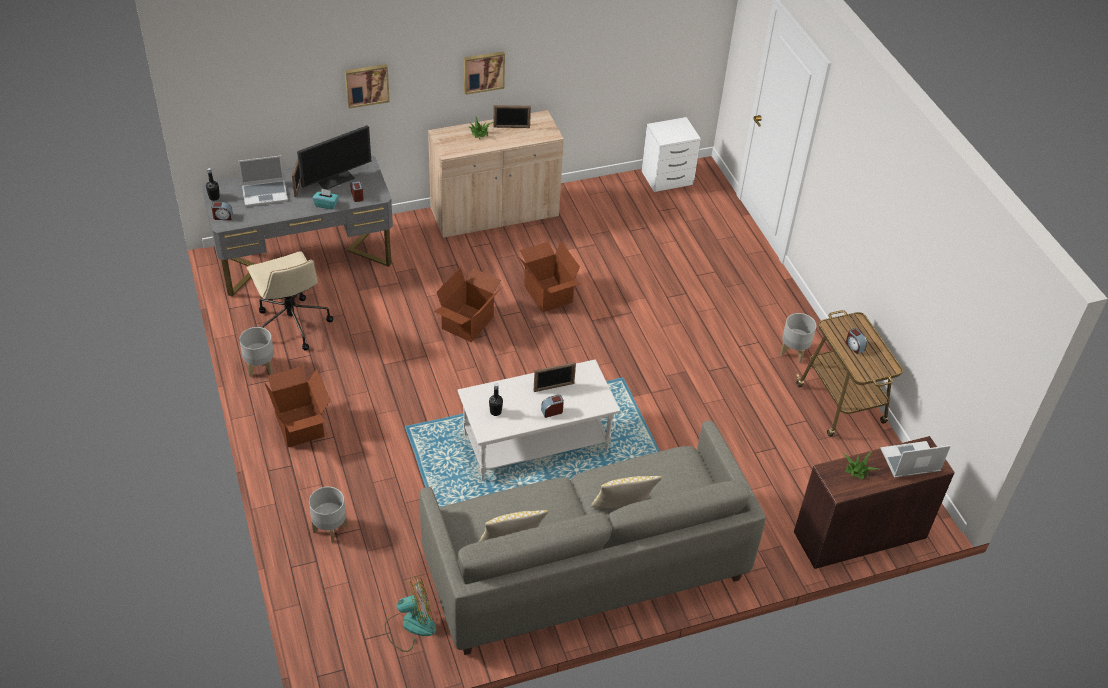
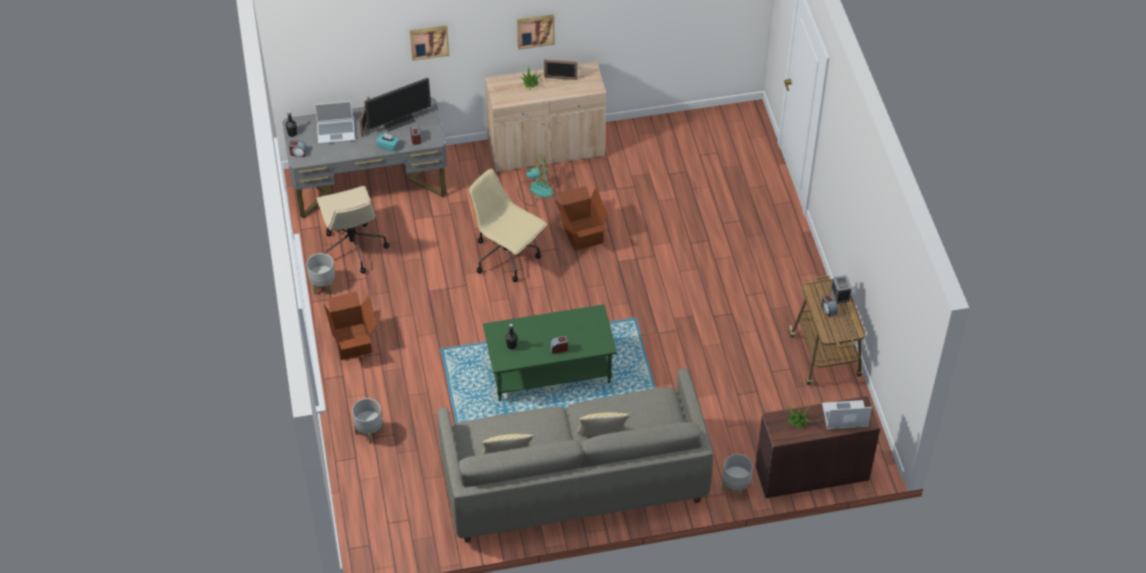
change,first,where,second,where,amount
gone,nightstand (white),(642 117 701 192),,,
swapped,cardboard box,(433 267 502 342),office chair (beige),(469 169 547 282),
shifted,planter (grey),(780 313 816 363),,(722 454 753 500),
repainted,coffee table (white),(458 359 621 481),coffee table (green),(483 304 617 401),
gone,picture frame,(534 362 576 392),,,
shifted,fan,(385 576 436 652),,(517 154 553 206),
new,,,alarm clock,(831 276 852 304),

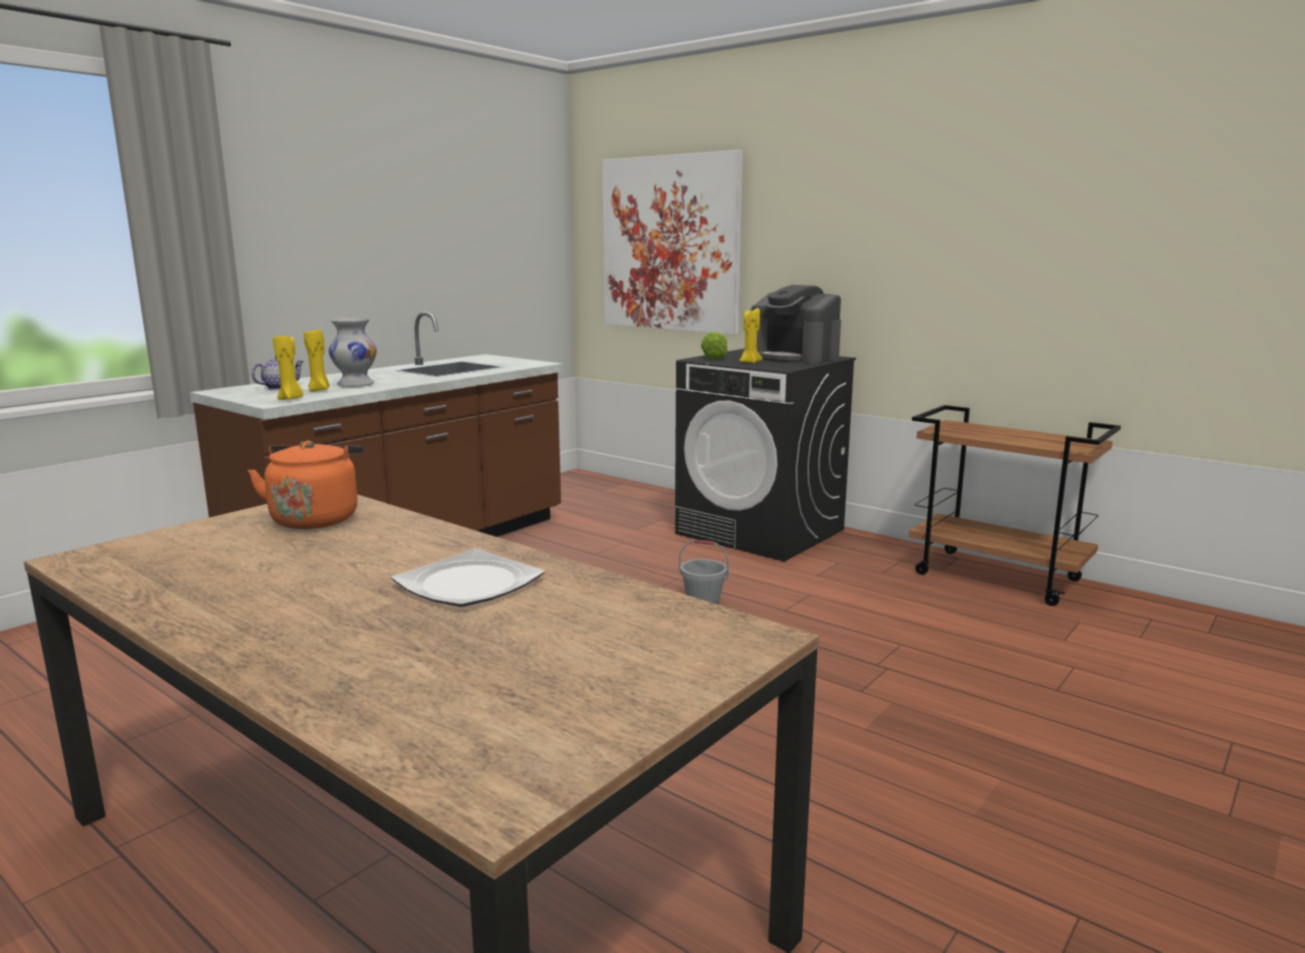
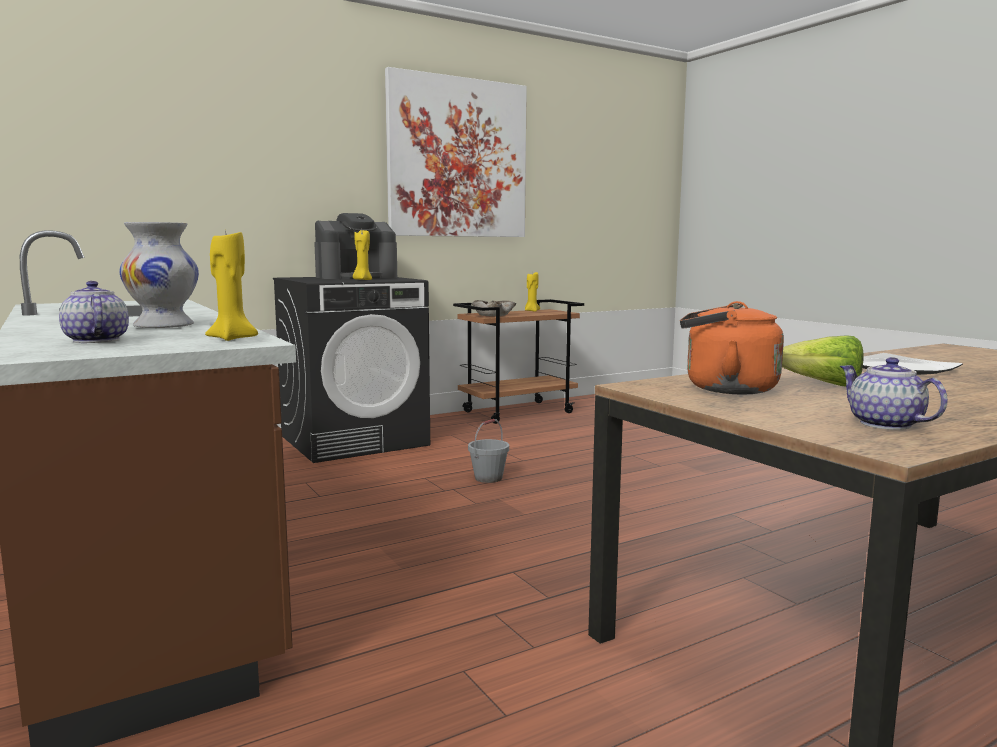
change,first,where,second,where,amount
shifted,picture,(602 150 743 335),,(385 67 527 237),
shifted,candle (yellow),(304 330 330 391),,(525 272 540 312),
shifted,lettuce,(701 331 728 360),,(782 335 864 387),
new,,,bowl (beige),(471 300 516 316),
new,,,teapot,(840 357 948 430),

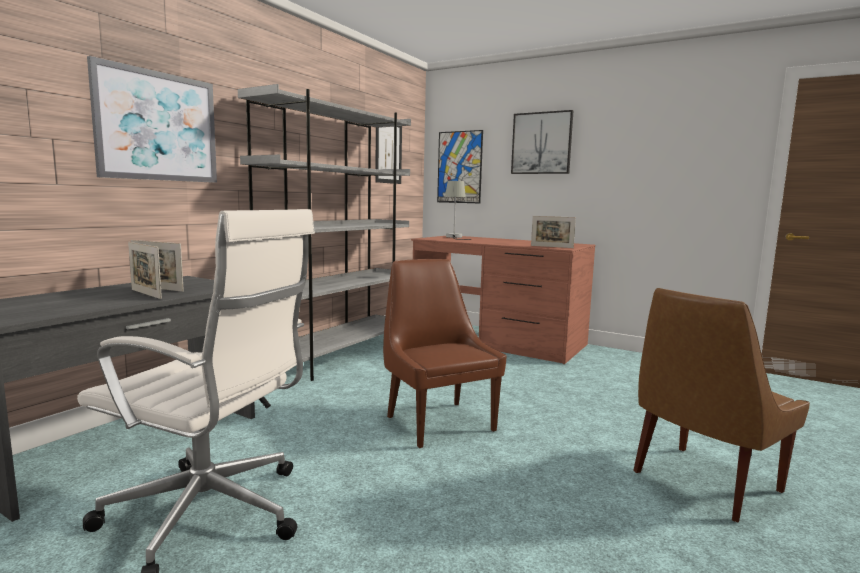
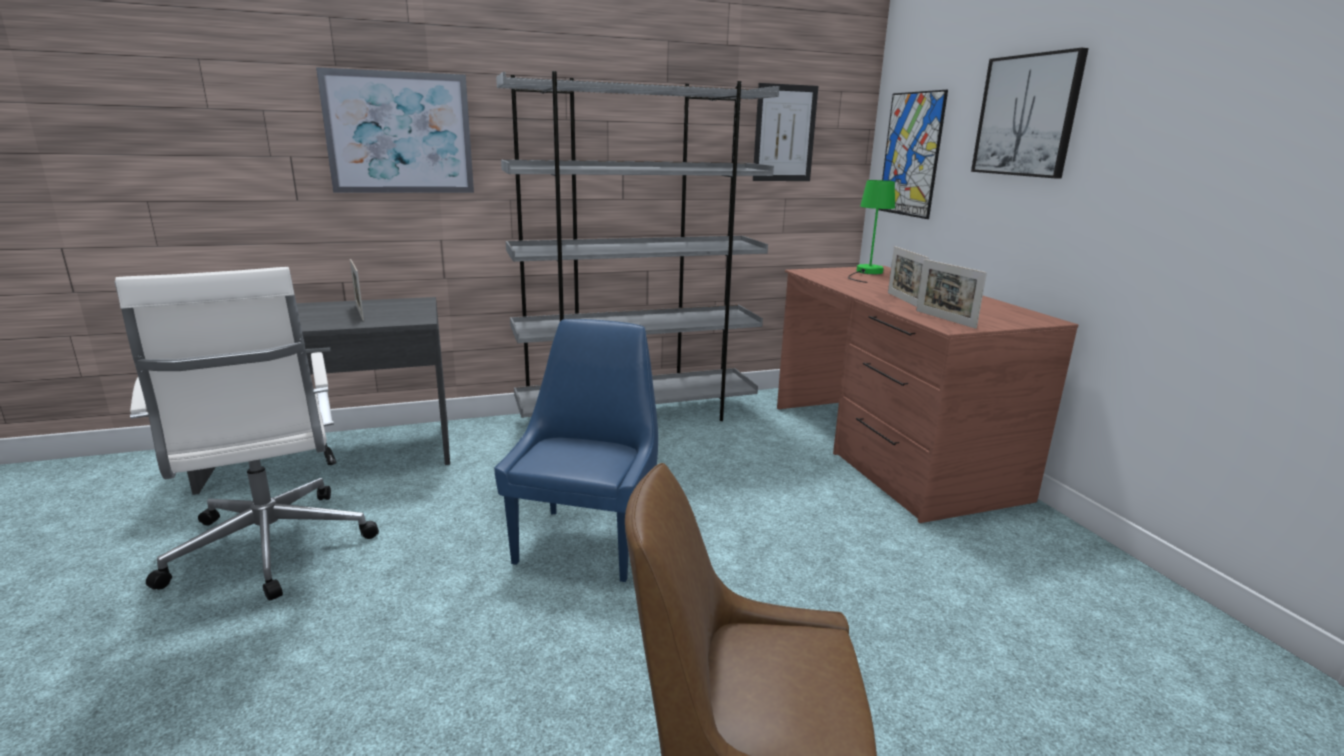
change,first,where,second,where,amount
repainted,table lamp (grey),(445 181 472 240),table lamp (green),(848 180 895 283),
shifted,picture frame,(128 242 162 299),,(888 246 929 307),
repainted,chair (brown),(383 259 507 448),chair (blue),(494 319 658 582),

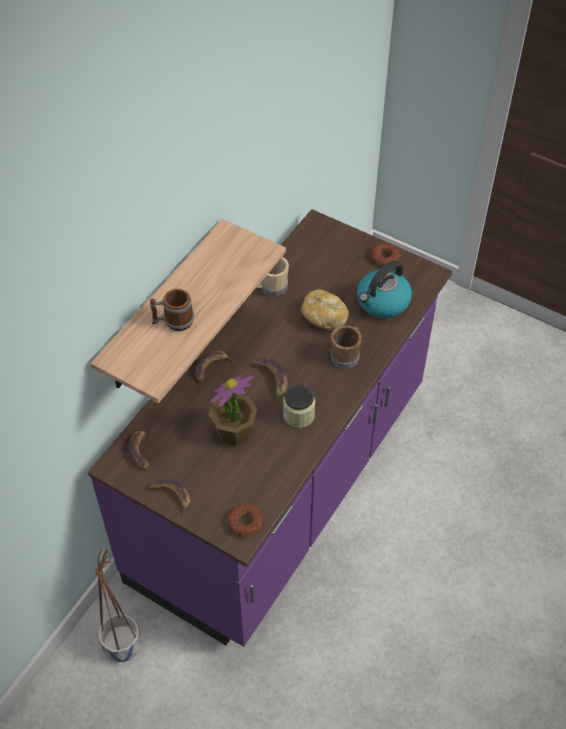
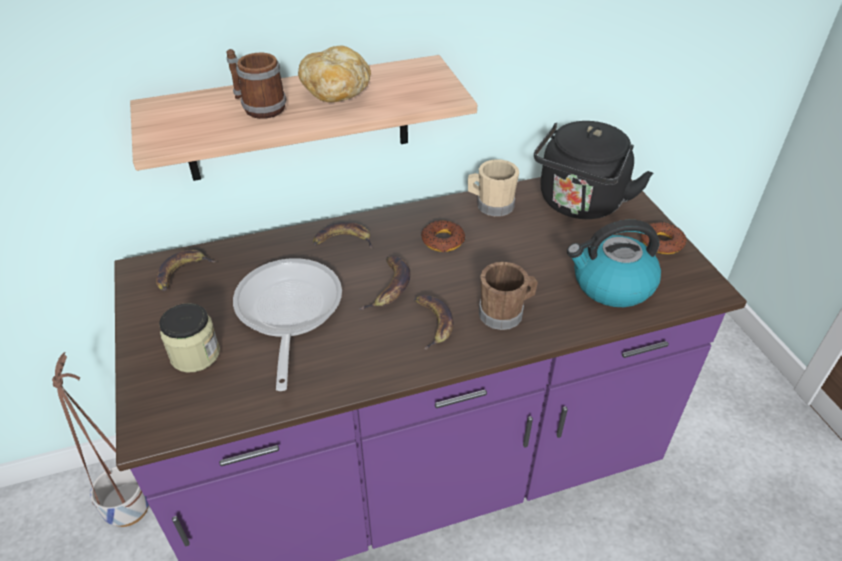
change,first,where,second,where,amount
shifted,bread,(301 289 349 330),,(298 46 371 102),
swapped,potted plant,(209 375 257 446),frying pan,(233 258 342 391),
shifted,jar,(283 385 315 428),,(159 303 220 373),
shifted,banana,(148 479 190 517),,(414 295 453 350),
shifted,donut,(228 504 264 536),,(421 220 466 252),
new,,,kettle (black),(534 121 653 219),

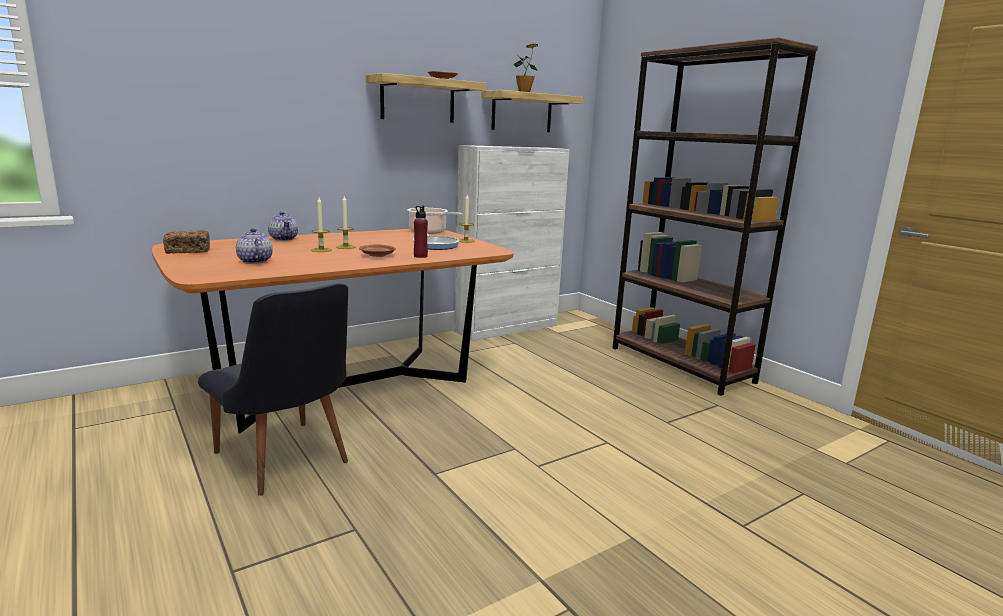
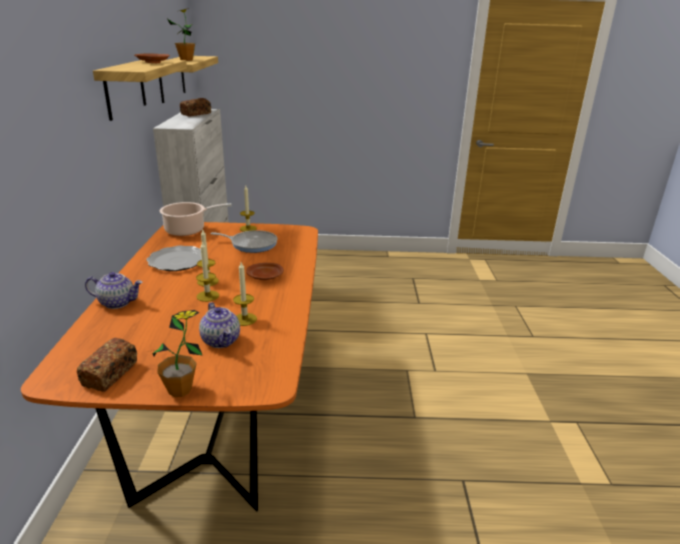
change,first,where,second,where,amount
gone,bookcase (brown),(612 37 818 396),,,
gone,bottle (red),(414 206 428 258),,,
rotated,teapot,(236 228 273 264),,(199 302 240 348),120 degrees counterclockwise
gone,chair (black),(198 283 348 496),,,
new,,,bread,(180 98 211 116),
new,,,plate,(146 245 202 271),
new,,,candle,(233 262 257 326),
new,,,potted plant,(148 310 203 397),

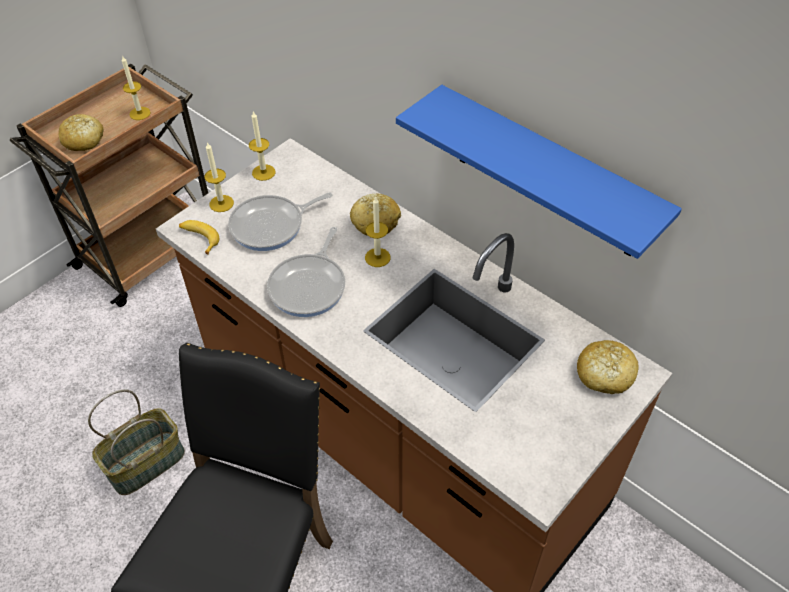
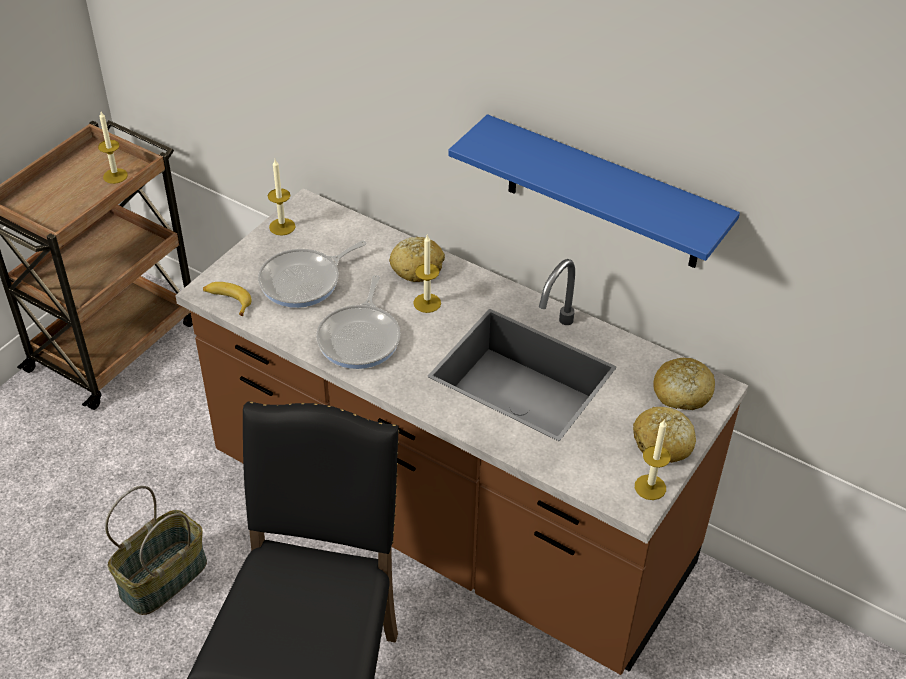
change,first,where,second,where,amount
shifted,bread,(58 114 104 151),,(633 407 696 463),
shifted,candle,(204 142 234 212),,(635 419 671 500),

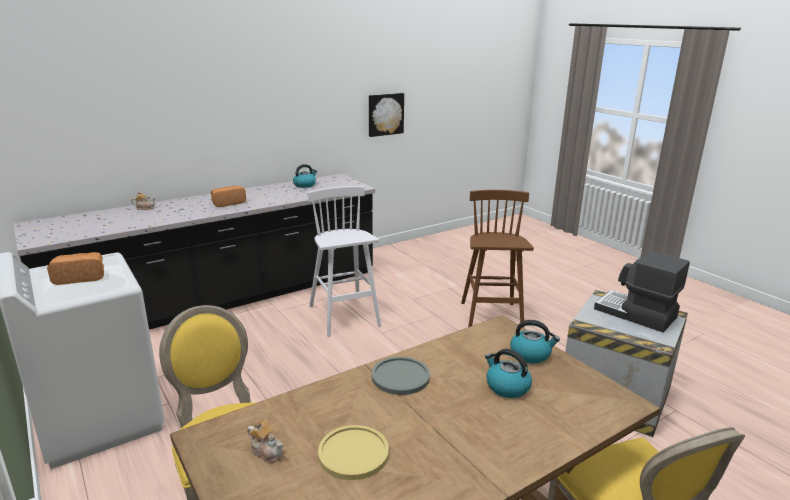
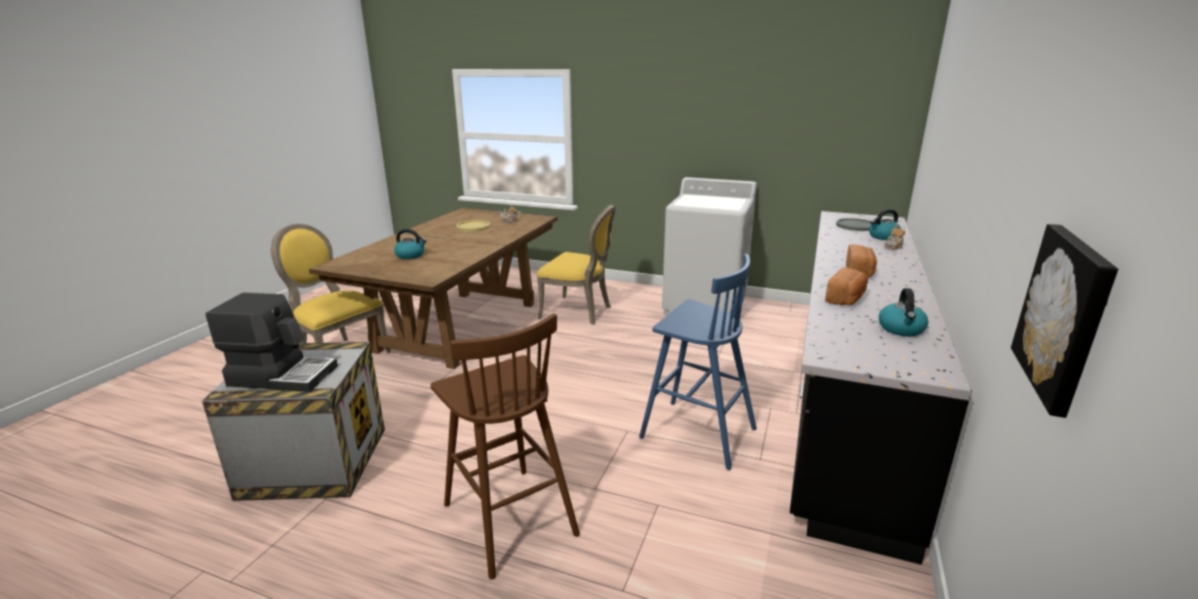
change,first,where,second,where,amount
repainted,stool (white),(308 186 381 337),stool (blue),(639 254 757 470),
shifted,bread,(47 252 104 285),,(825 267 868 305),
shifted,kettle,(510 320 560 364),,(869 209 901 240),
shifted,plate (grey),(372 357 430 395),,(836 218 872 231),

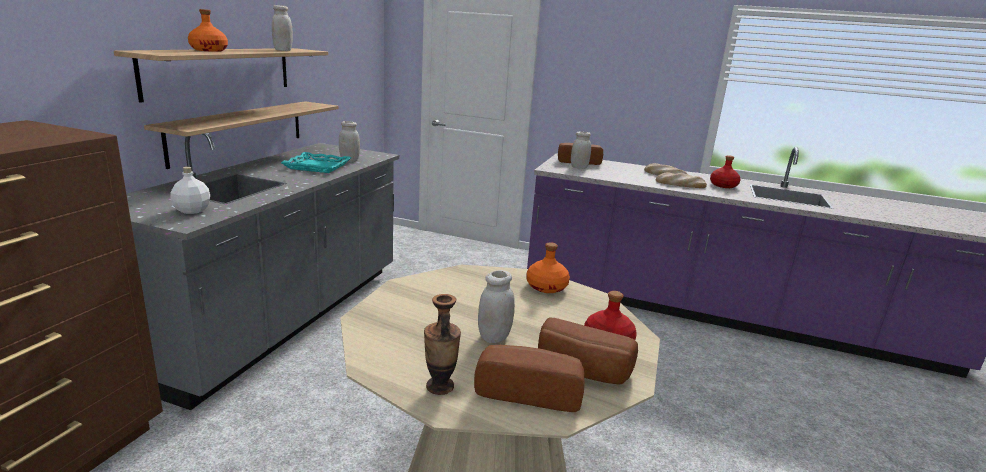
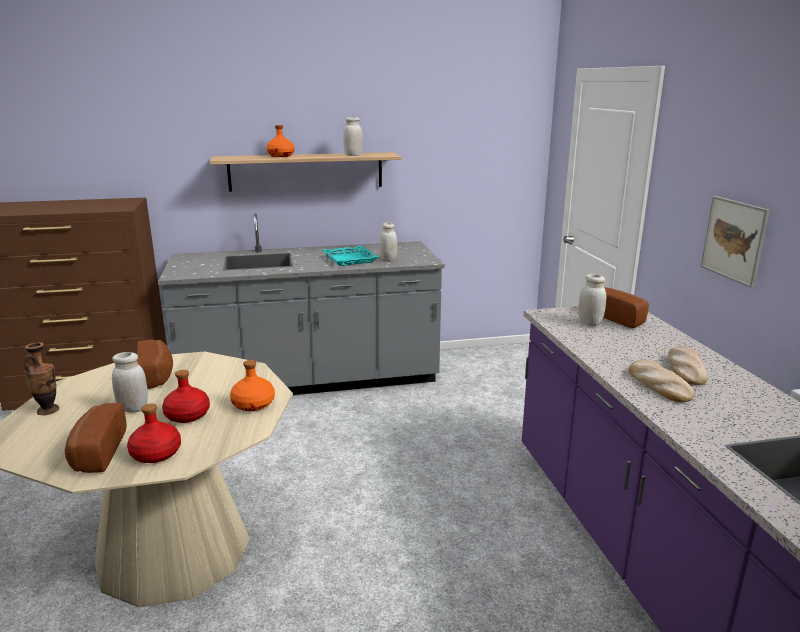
change,first,where,second,where,amount
gone,shelf,(144 101 338 169),,,
shifted,bottle (red),(710 155 740 188),,(162 370 210 423),
gone,bottle (white),(171 167 210 214),,,
shifted,bread,(474 345 585 412),,(137 339 173 389),
new,,,picture,(701 196 770 288),

